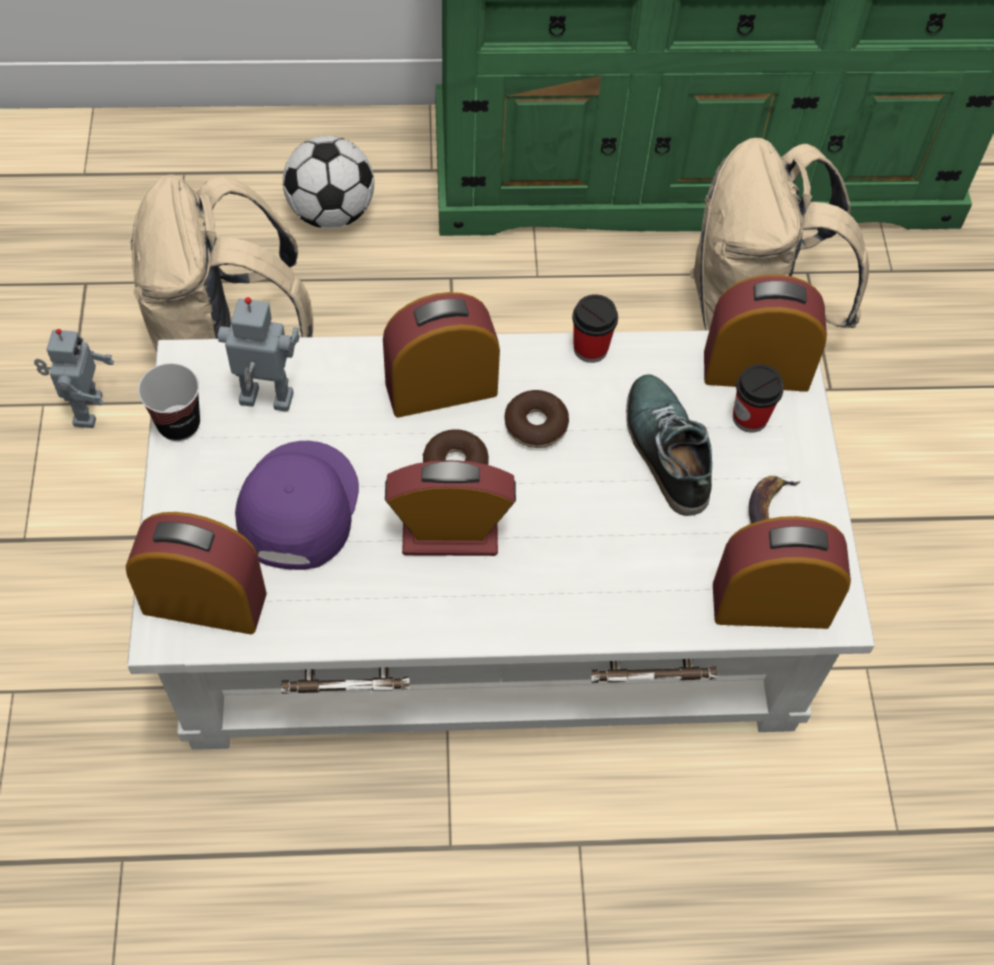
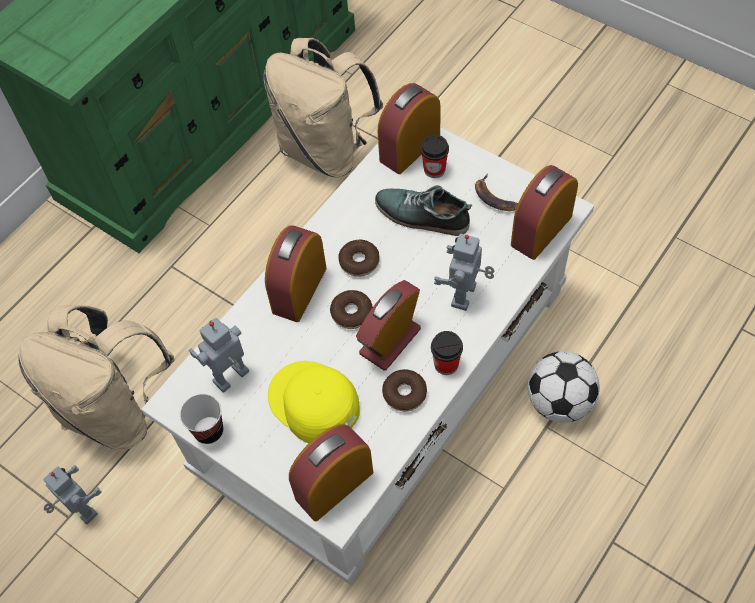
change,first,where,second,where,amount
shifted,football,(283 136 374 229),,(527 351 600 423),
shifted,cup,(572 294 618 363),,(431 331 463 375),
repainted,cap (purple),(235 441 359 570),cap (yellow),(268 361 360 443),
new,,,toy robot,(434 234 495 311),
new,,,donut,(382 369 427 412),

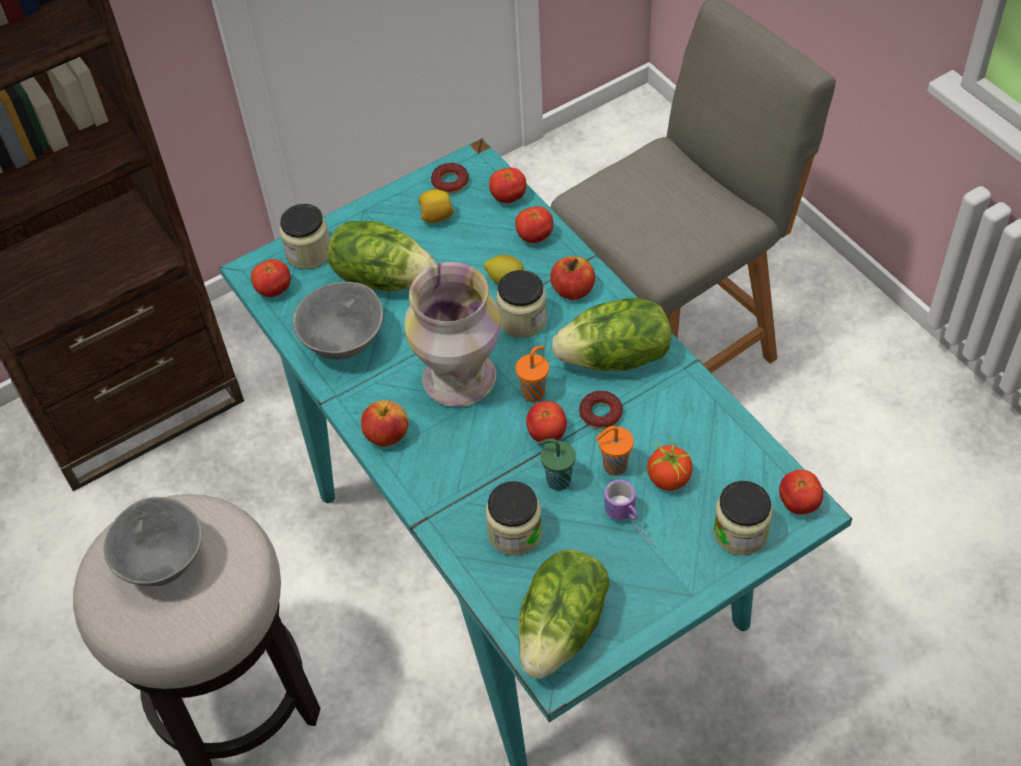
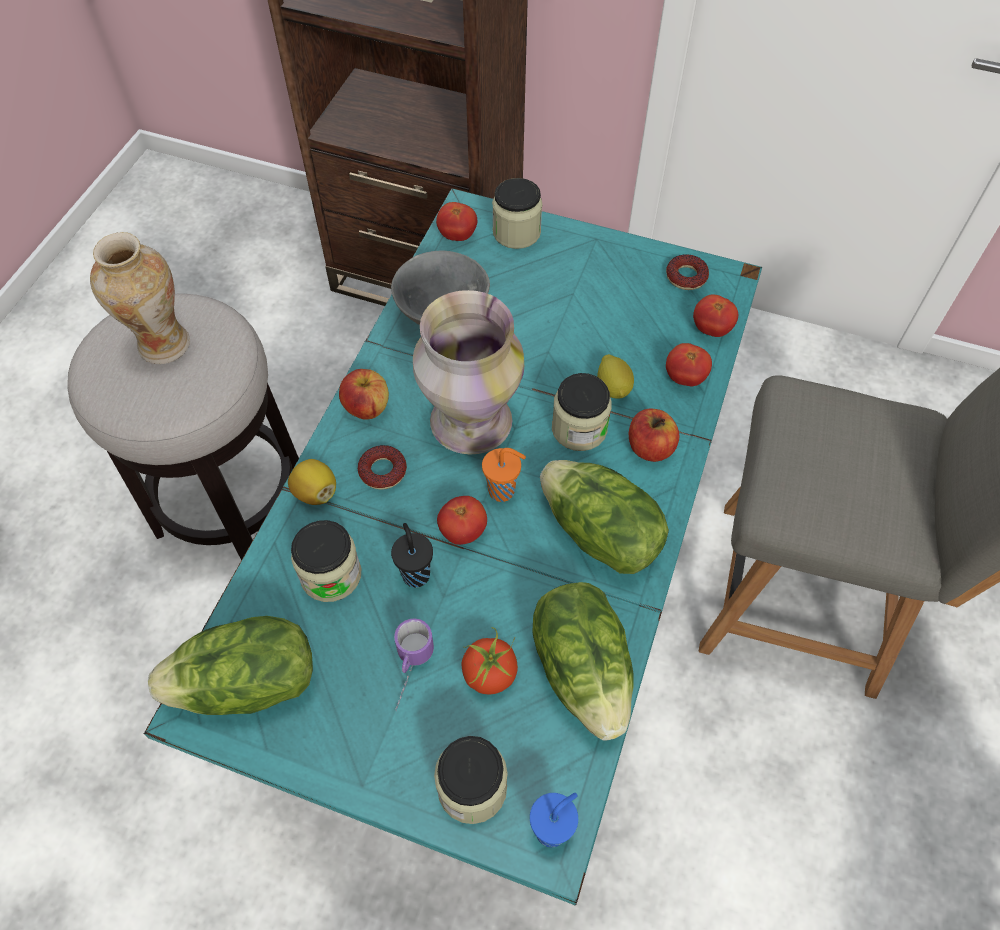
change,first,where,second,where,amount
shifted,lemon,(419 189 454 223),,(288 459 336 505),
shifted,lettuce,(327 221 437 291),,(532 582 634 741),
shifted,donut,(579 391 623 429),,(358 445 407 490),
gone,cup (orange),(596 426 634 476),,,
repainted,cup (green),(537 438 576 490),cup (black),(391 523 433 588),
swapped,tomato,(779 470 823 514),cup (blue),(530 793 578 847),
swapped,bowl (grey),(104 497 202 586),vase,(90 232 190 364),

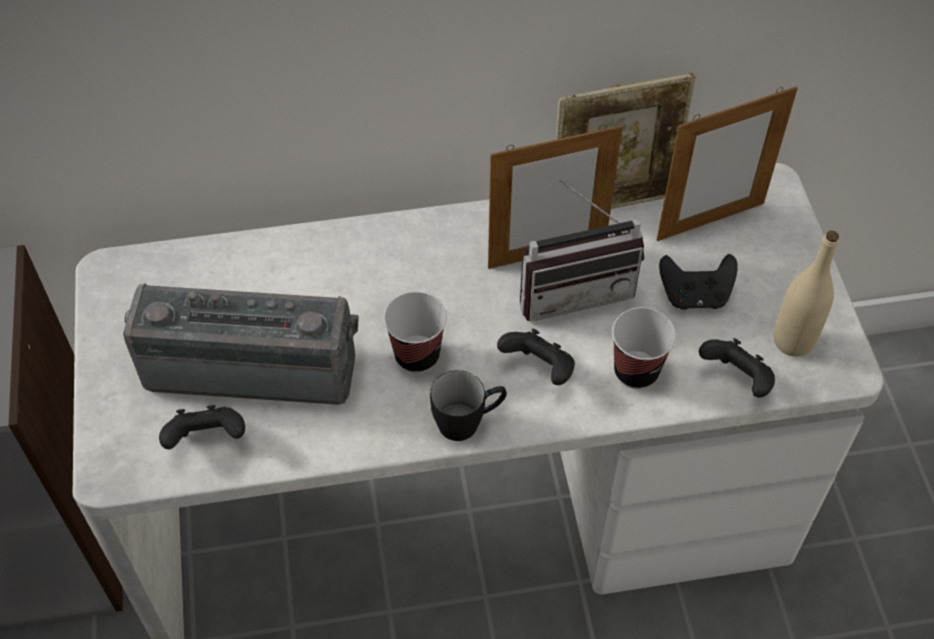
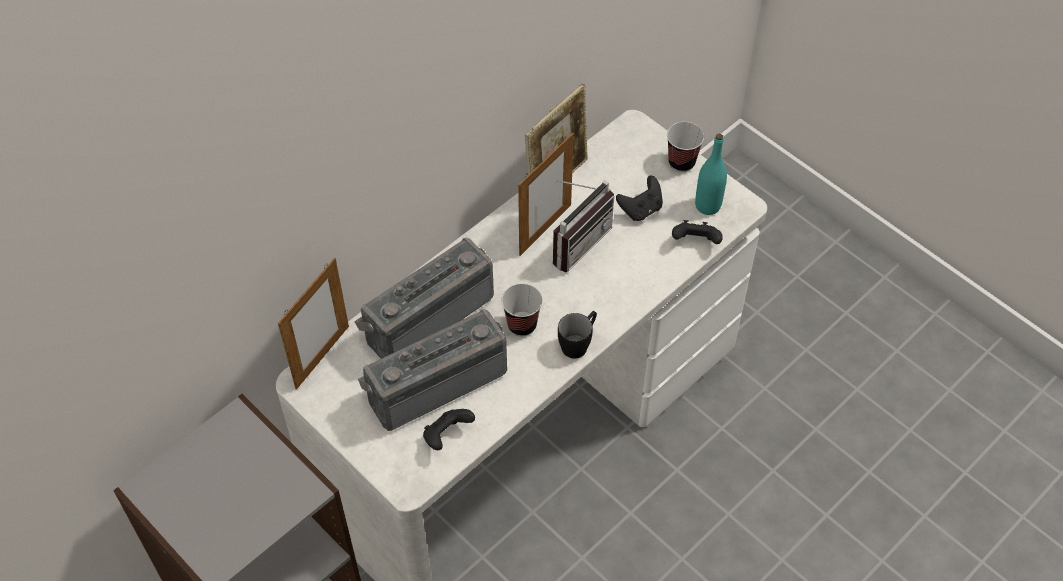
change,first,where,second,where,amount
shifted,picture frame,(657 86 798 241),,(278 258 349 389),
repainted,bottle (beige),(774 230 839 357),bottle (turquoise),(695 134 727 215),
shifted,cup,(612 307 676 389),,(667 122 704 172),
gone,game controller (black),(497 329 575 385),,,
new,,,radio,(354 237 494 359),

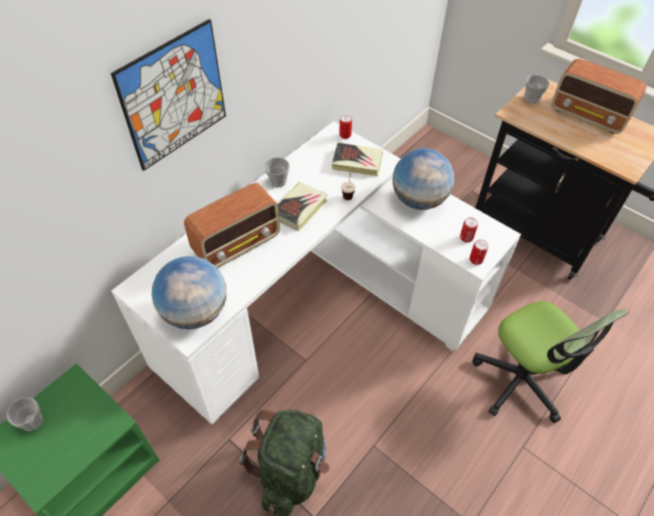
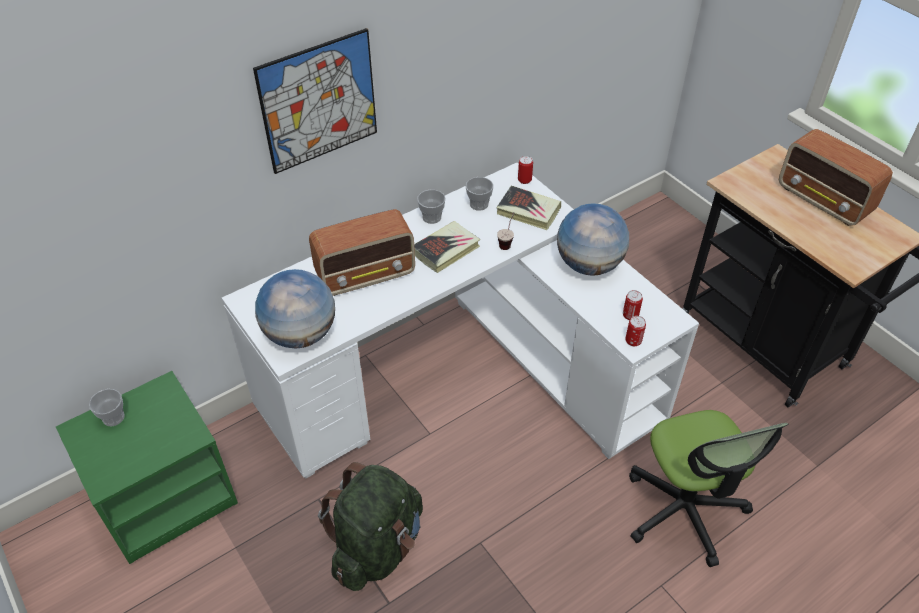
change,first,where,second,where,amount
shifted,cup,(524 75 549 103),,(466 177 493 211),

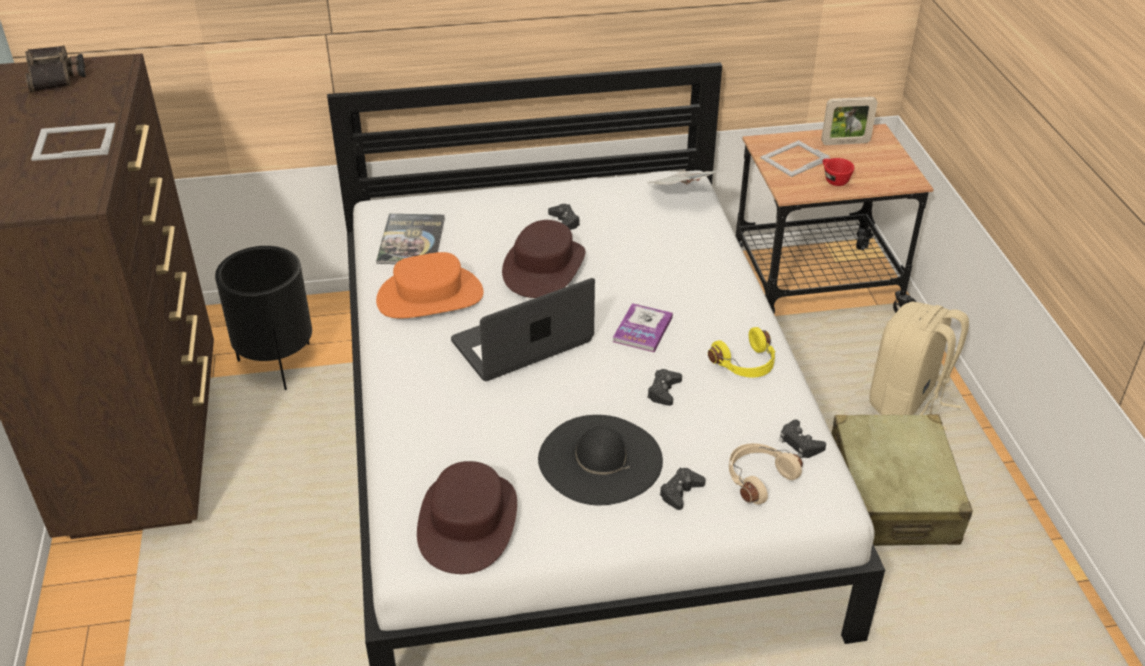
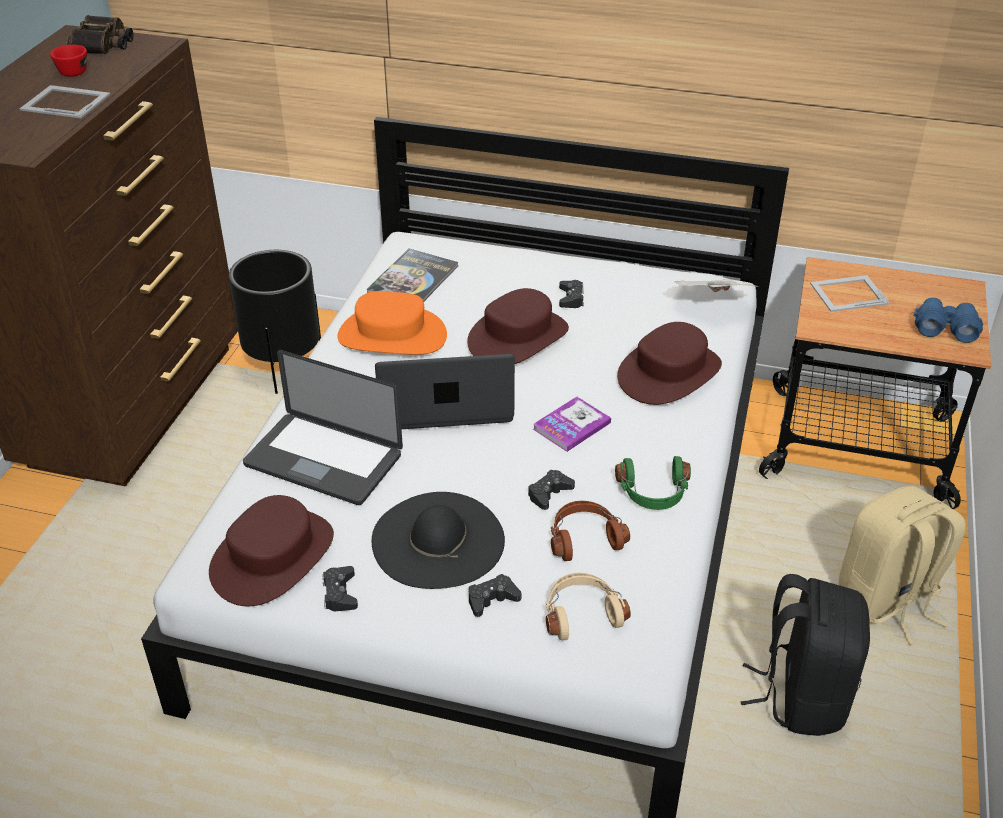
change,first,where,second,where,amount
gone,picture frame,(821 97 877 145),,,
shifted,cup (red),(823 158 855 186),,(50 45 87 77),
repainted,headphones (yellow),(708 327 776 378),headphones (green),(615 456 691 510),
swapped,suitcase (beige),(831 414 973 546),backpack (black),(741 574 870 736),
shifted,game controller (black),(779 419 826 458),,(322 566 358 611),
new,,,binoculars (blue),(914 298 983 343),
new,,,hat (brown),(617 322 722 405),
new,,,laptop,(243 350 403 505),
new,,,headphones (brown),(551 501 630 561),

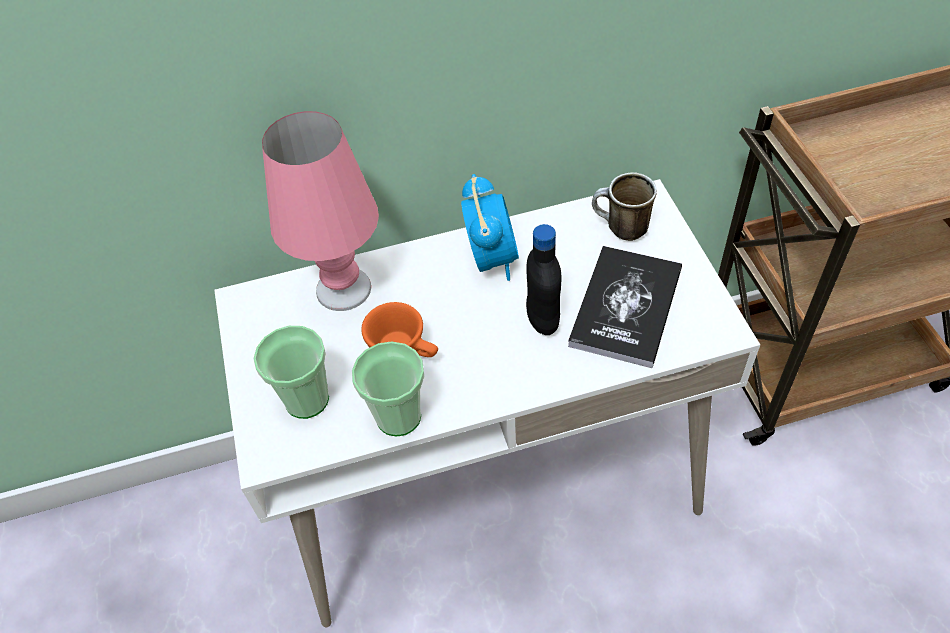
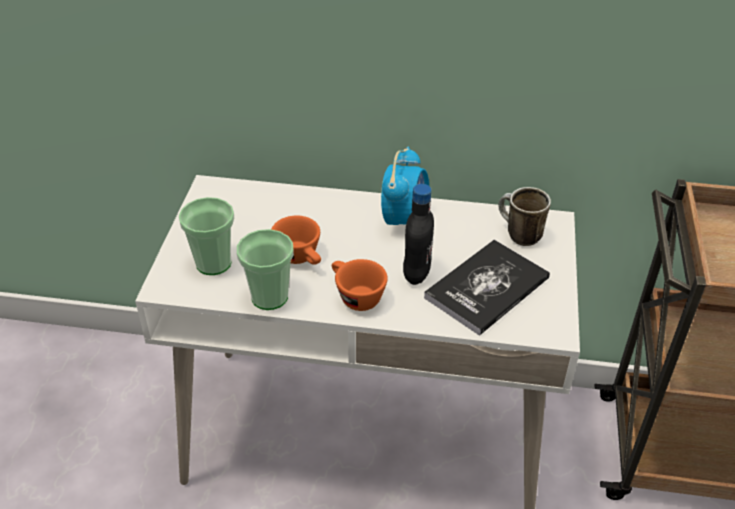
change,first,where,second,where,amount
gone,table lamp (pink),(262 111 379 311),,,
new,,,cup (orange),(332 259 388 311),

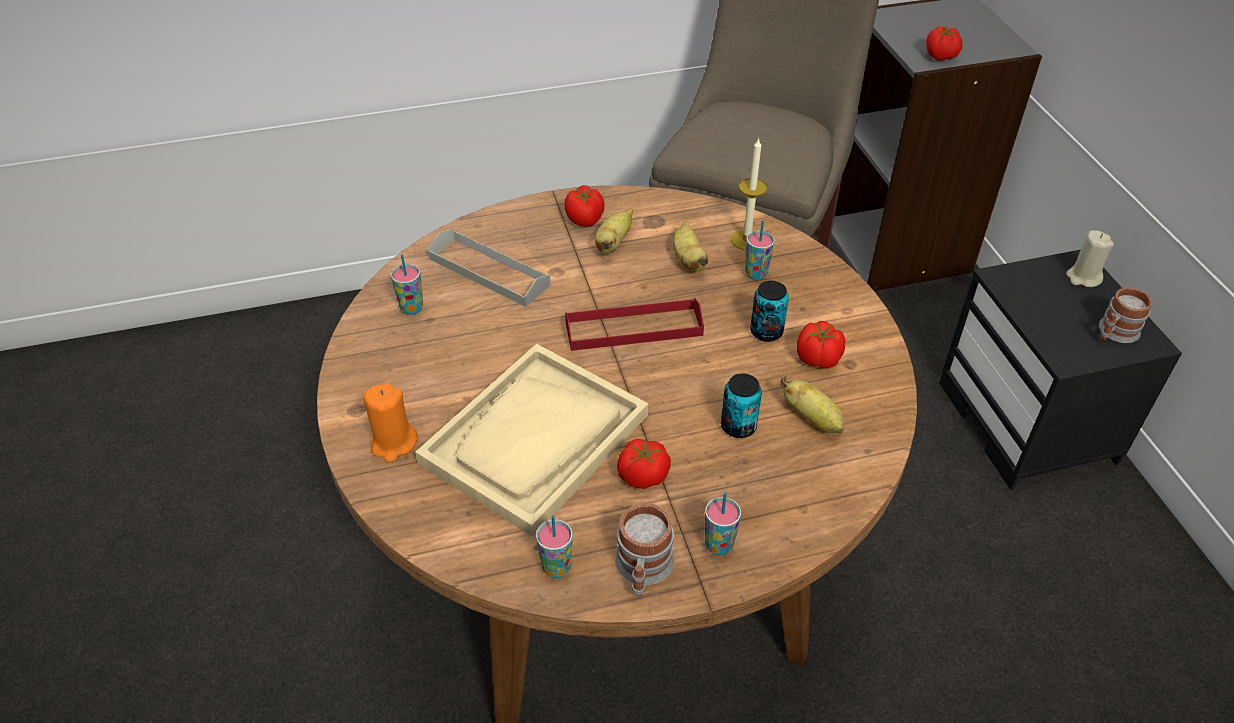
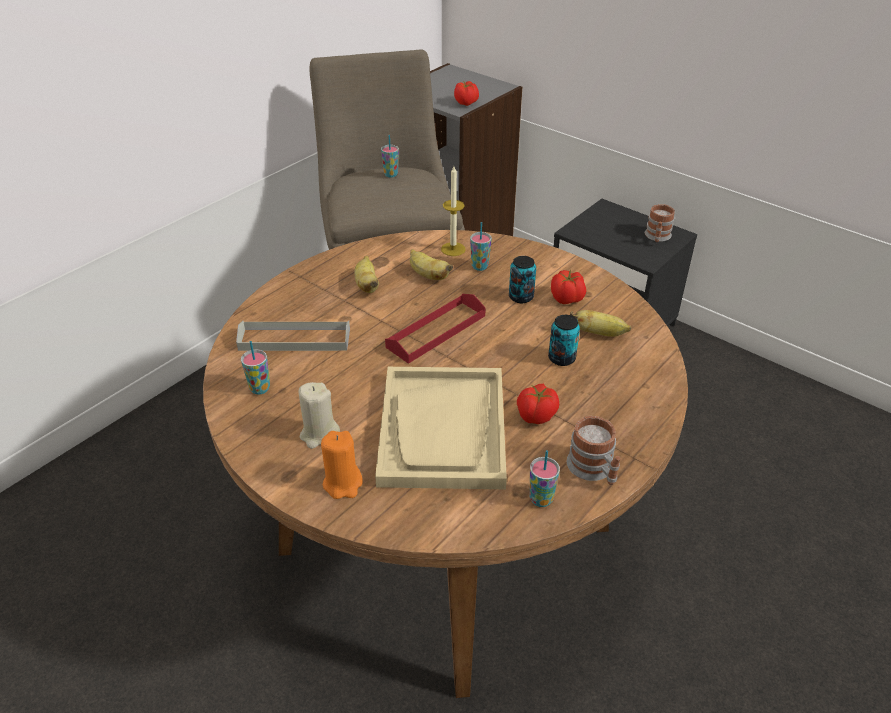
change,first,where,second,where,amount
gone,tomato,(564 185 605 227),,,
shifted,candle (beige),(1066 230 1114 287),,(299 382 340 449),
shifted,cup,(705 492 741 555),,(381 135 399 177),

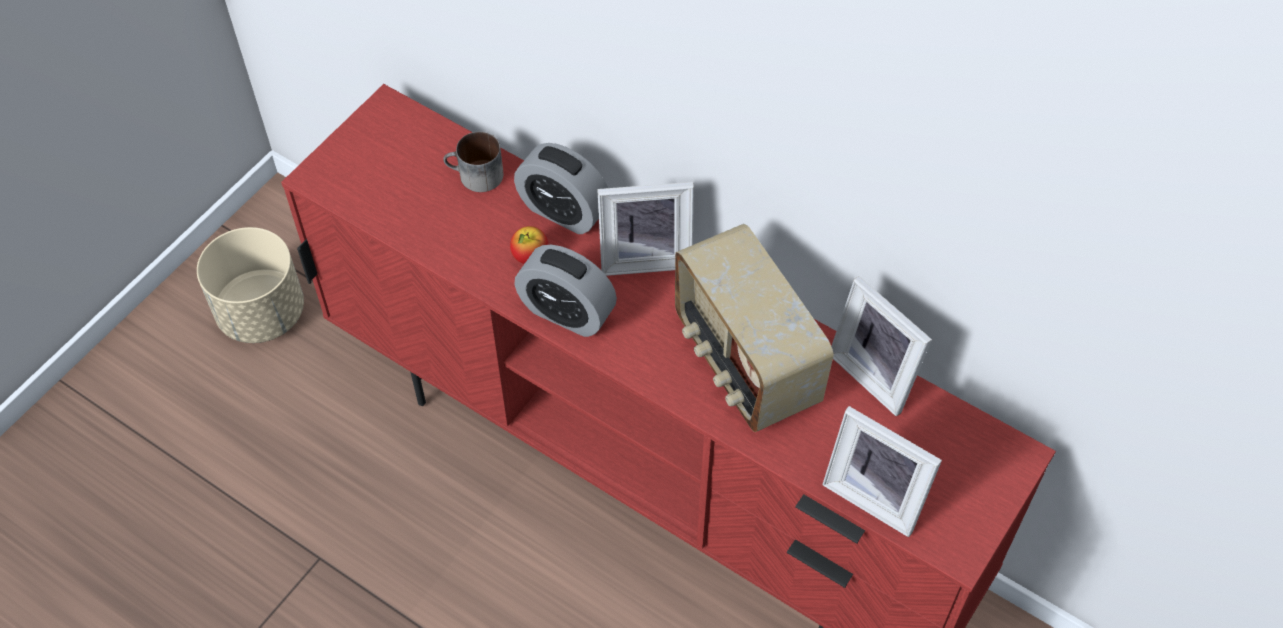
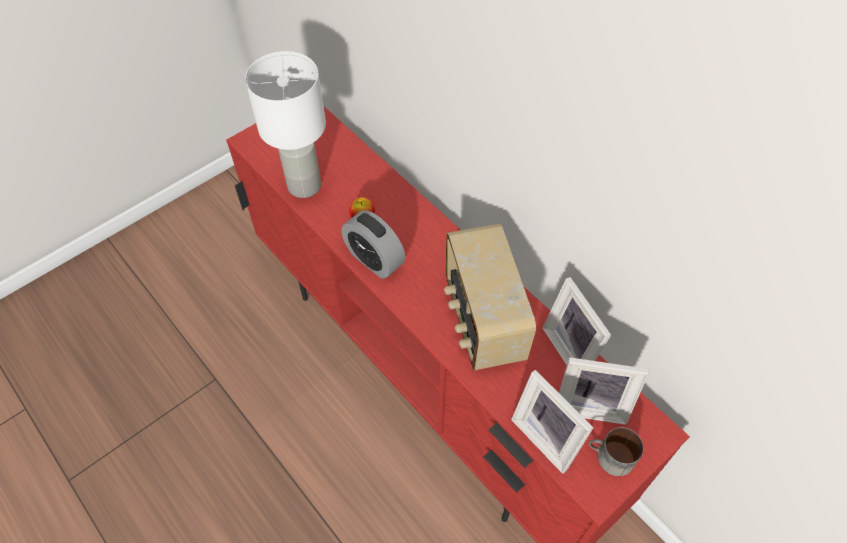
change,first,where,second,where,amount
shifted,mug,(443 132 503 192),,(589 427 644 476),
gone,alarm clock,(514 143 608 234),,,
shifted,picture frame,(597 182 694 276),,(559 357 649 425),
gone,planter (beige),(197 227 304 343),,,
new,,,table lamp (white),(245 51 326 198),

